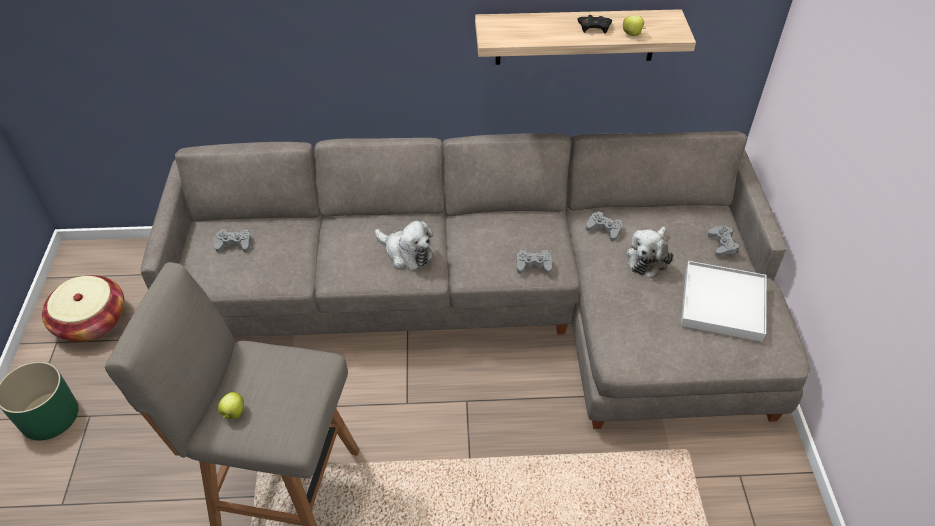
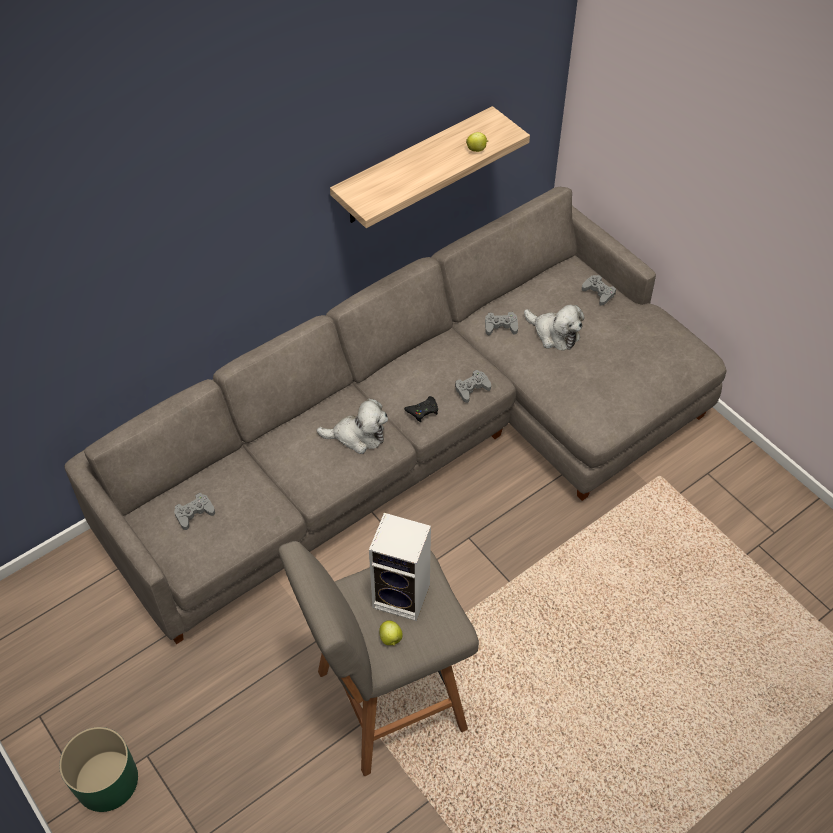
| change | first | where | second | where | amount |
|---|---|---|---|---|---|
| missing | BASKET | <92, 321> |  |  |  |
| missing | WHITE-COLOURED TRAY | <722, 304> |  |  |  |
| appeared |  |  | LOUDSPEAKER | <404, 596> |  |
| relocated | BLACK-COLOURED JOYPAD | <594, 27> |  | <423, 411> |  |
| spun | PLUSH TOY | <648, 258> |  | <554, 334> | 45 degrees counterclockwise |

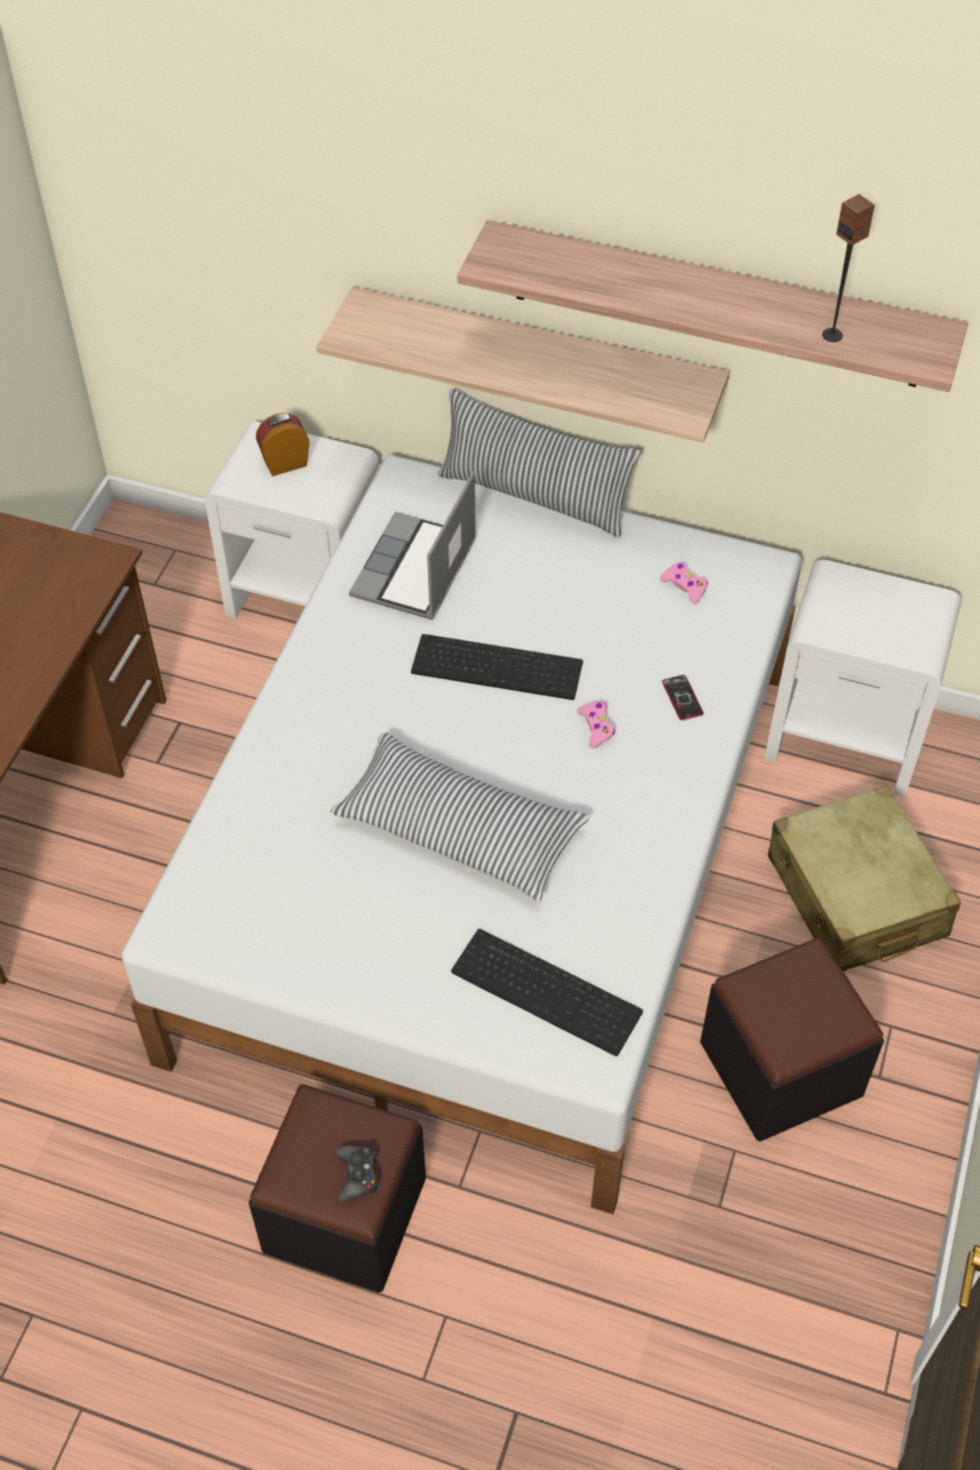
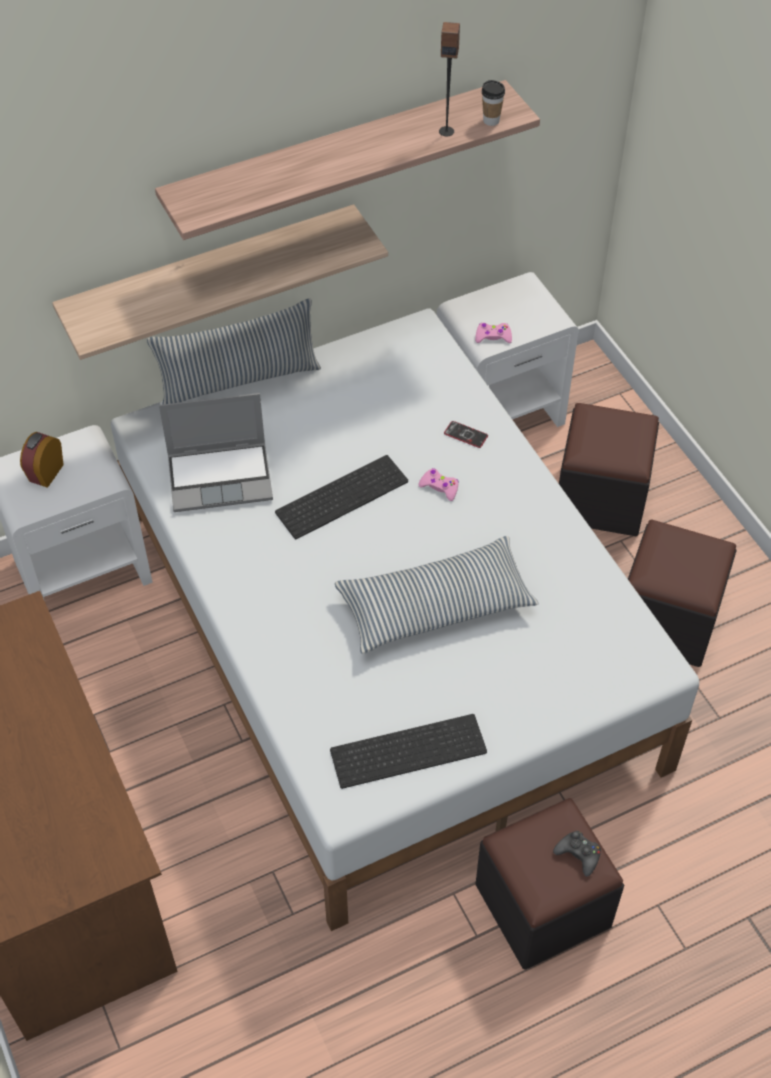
| change | first | where | second | where | amount |
|---|---|---|---|---|---|
| appeared |  |  | SMALL CUP | <491, 120> |  |
| relocated | COMPUTER KEYBOARD | <549, 990> |  | <409, 748> |  |
| relocated | PINK JOYPAD | <684, 586> |  | <493, 336> |  |
| exchanged | BEIGE-COLOURED TRAVEL CASE | <856, 897> | BLACK-COLOURED OTTOMAN | <601, 497> |  |
| spun | NOTEBOOK COMPUTER | <415, 571> |  | <221, 477> | 75 degrees counterclockwise |

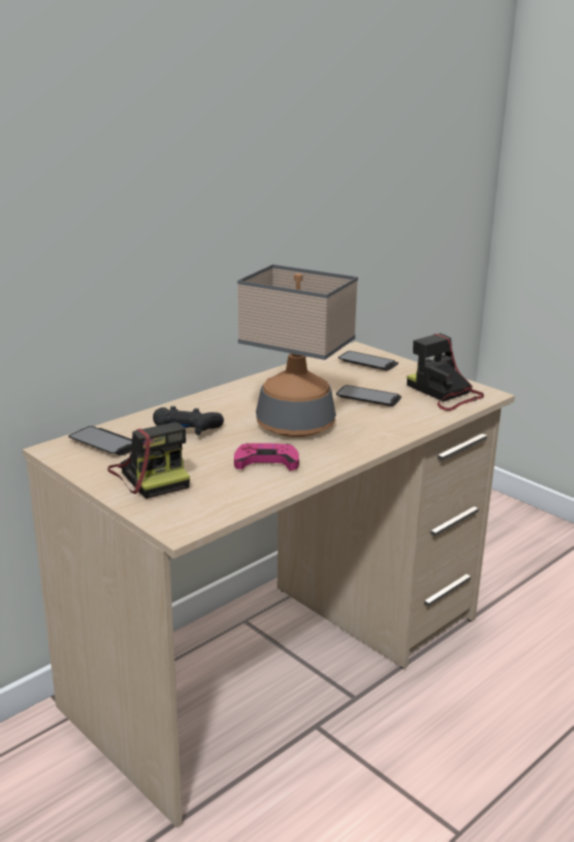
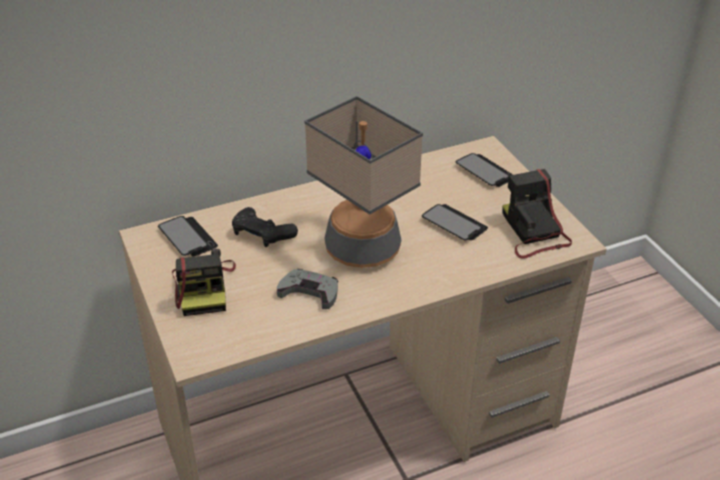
| change | first | where | second | where | amount |
|---|---|---|---|---|---|
| colour | PINK JOYPAD | <266, 462> | GREY JOYPAD | <309, 292> |  |

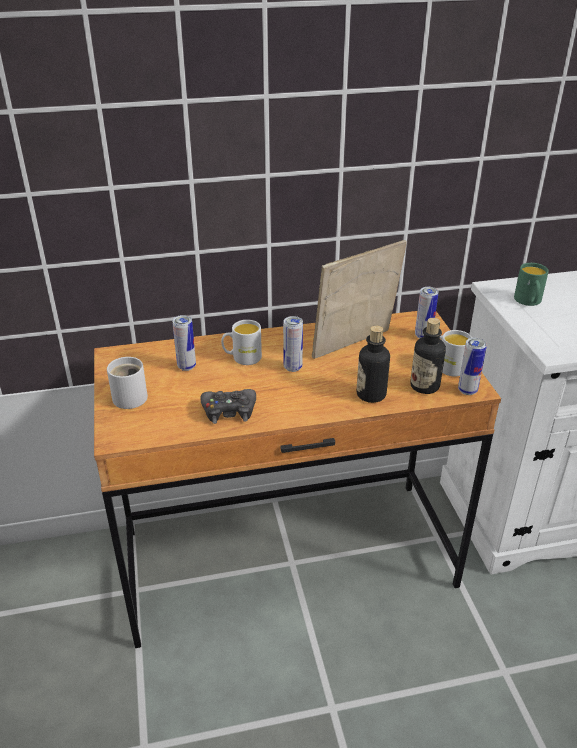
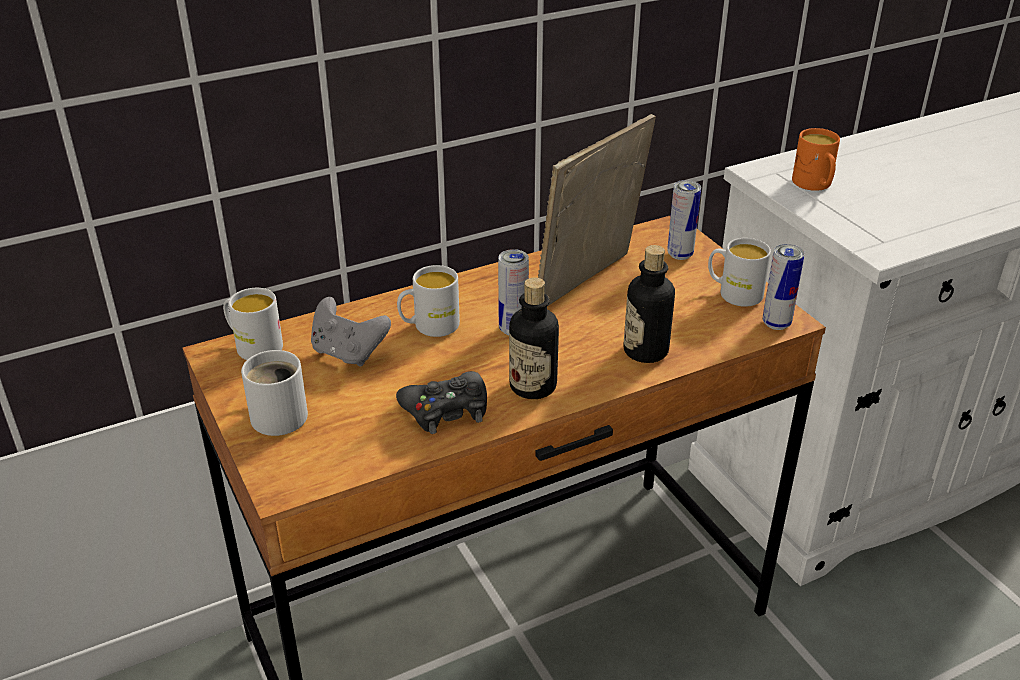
| change | first | where | second | where | amount |
|---|---|---|---|---|---|
| appeared |  |  | WHITE-COLOURED MUG | <253, 346> |  |
| relocated | DRINK BOTTLE | <424, 386> |  | <533, 386> |  |
| exchanged | SEALED CAN | <186, 366> | GREY JOYPAD | <348, 353> |  |
| colour | GREEN MUG | <528, 302> | ORANGE-COLOURED MUG | <815, 185> |  |

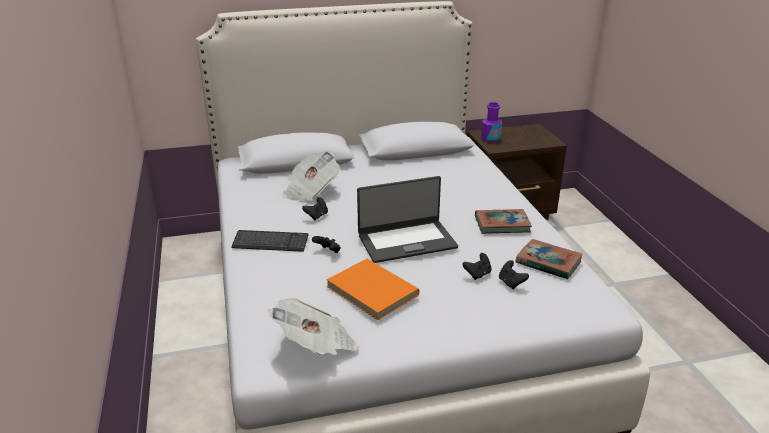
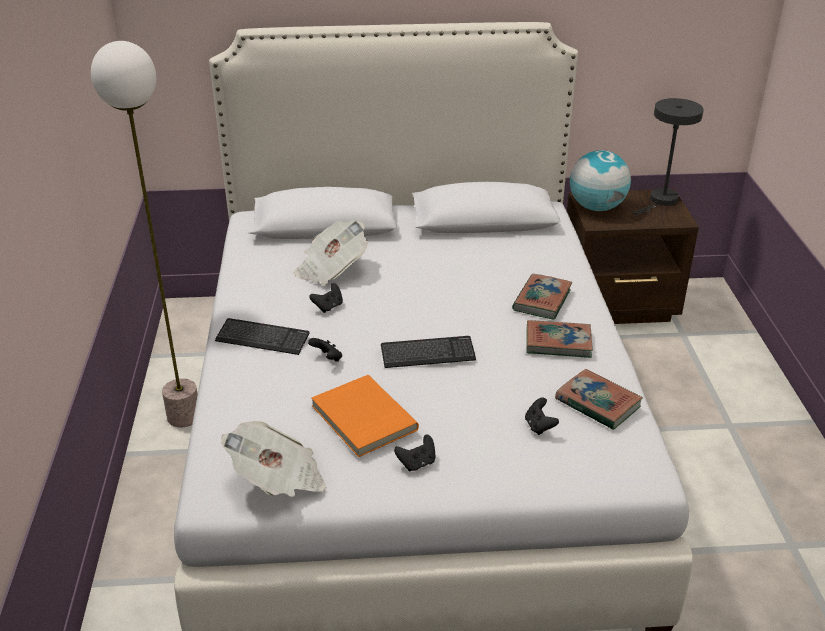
| change | first | where | second | where | amount |
|---|---|---|---|---|---|
| appeared |  |  | STANDING LAMP | <184, 416> |  |
| appeared |  |  | VOLUME | <542, 300> |  |
| appeared |  |  | GREY TABLE LAMP | <661, 201> |  |
| relocated | BLACK-COLOURED JOYPAD | <477, 274> |  | <417, 463> |  |
| exchanged | NOTEBOOK COMPUTER | <406, 241> | COMPUTER KEYBOARD | <427, 354> |  |
| exchanged | PURPLE DRINK BOTTLE | <490, 138> | GLOBE | <596, 207> |  |

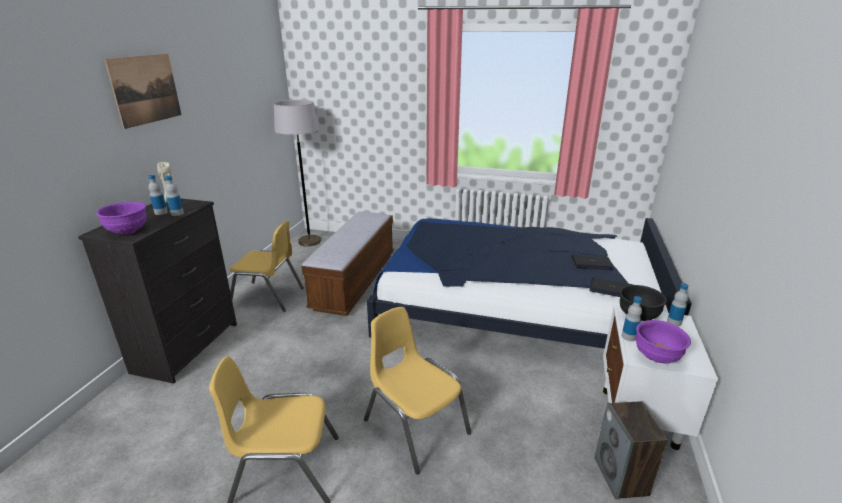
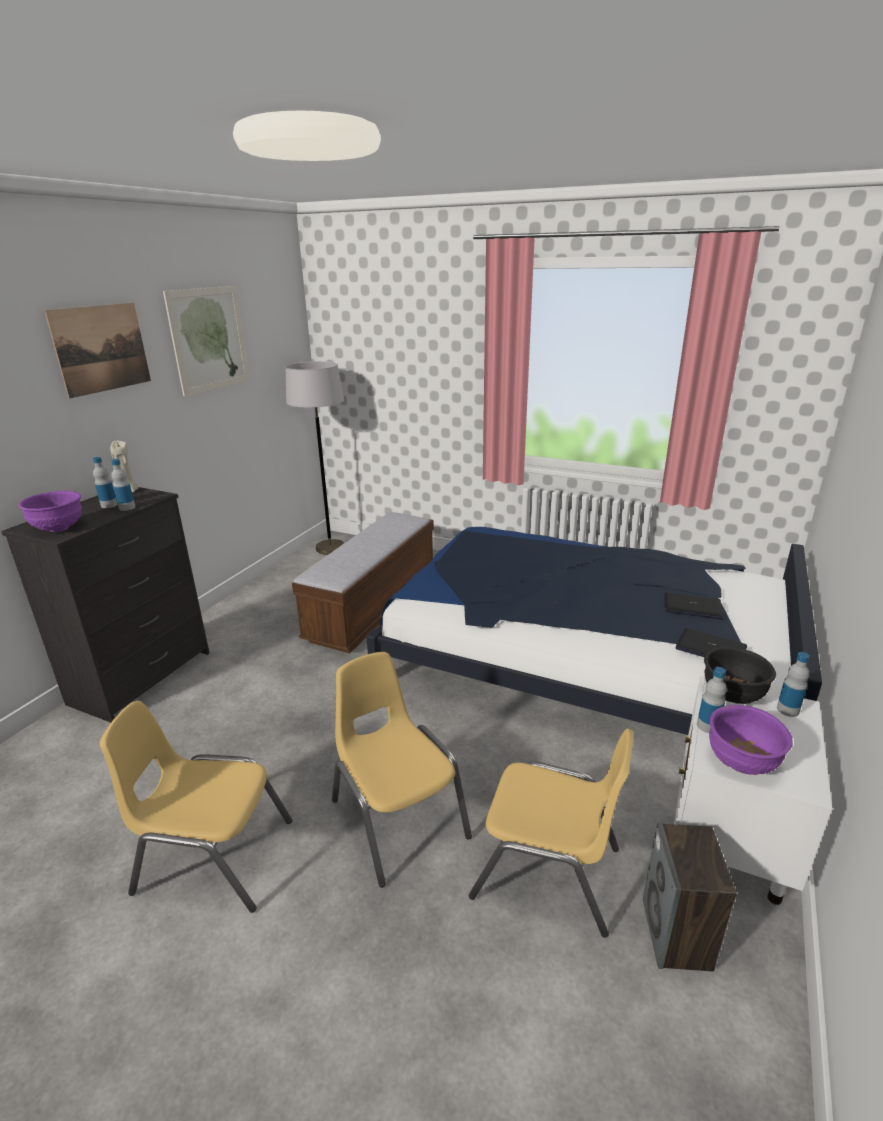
| change | first | where | second | where | amount |
|---|---|---|---|---|---|
| appeared |  |  | WALL ART | <209, 339> |  |
| relocated | YELLOW-COLOURED UPRIGHT CHAIR | <268, 297> |  | <547, 872> |  |

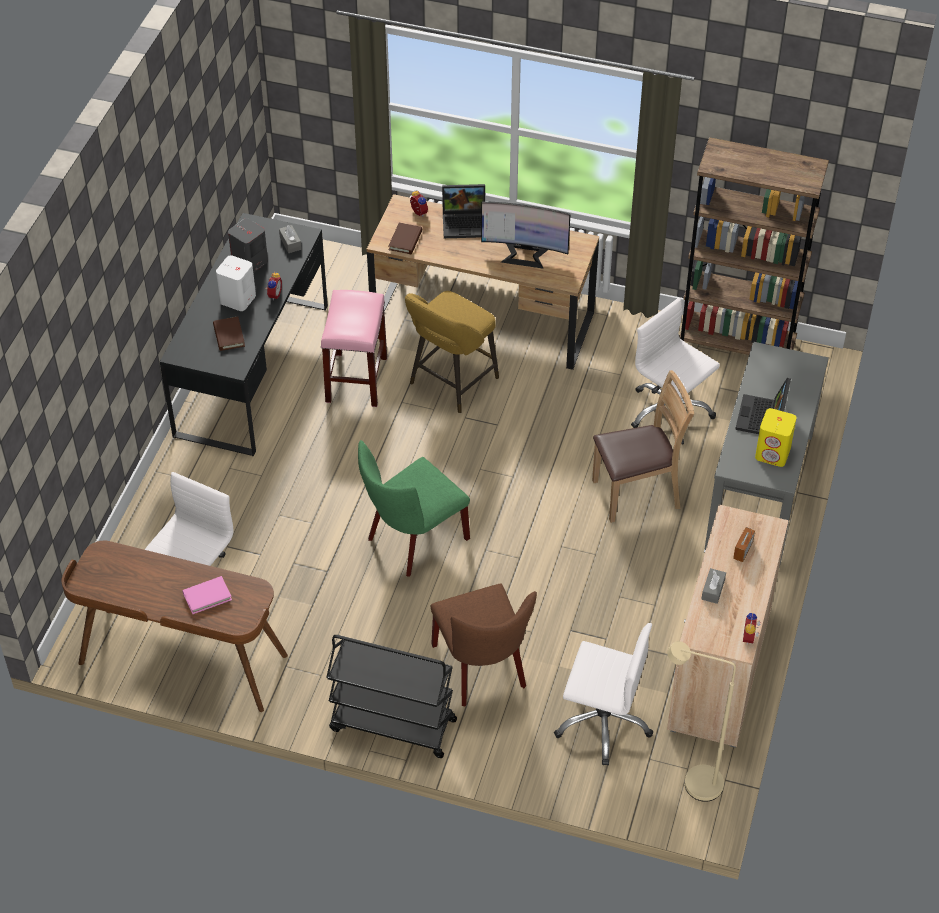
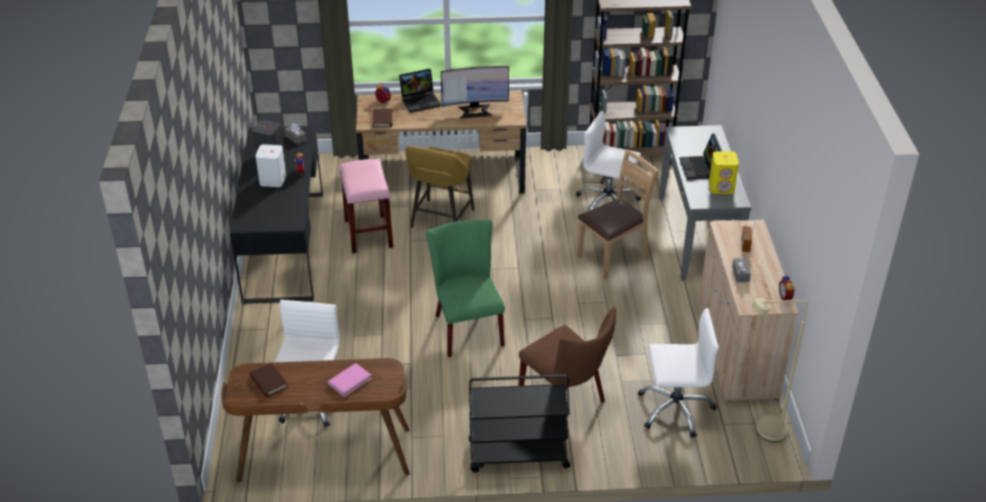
| change | first | where | second | where | amount |
|---|---|---|---|---|---|
| relocated | BROWN-COLOURED VOLUME | <229, 335> |  | <268, 382> |  |
| spun | GREEN UPRIGHT CHAIR | <412, 541> |  | <466, 327> | 135 degrees clockwise |

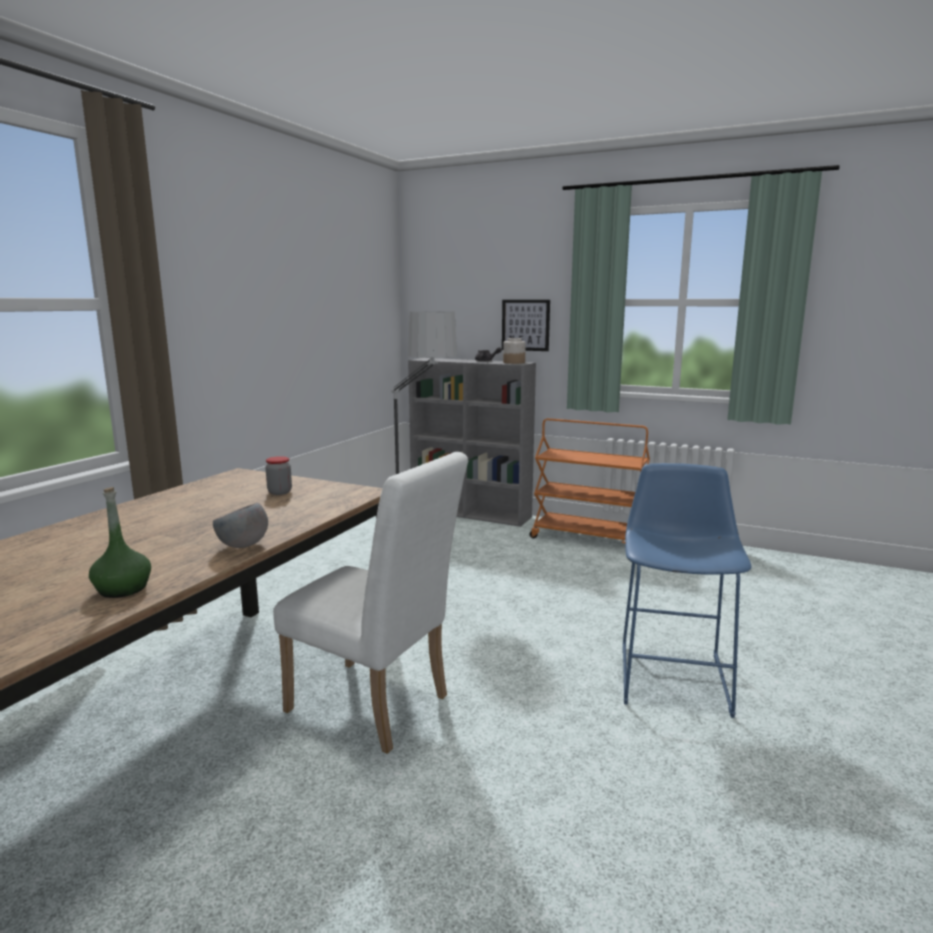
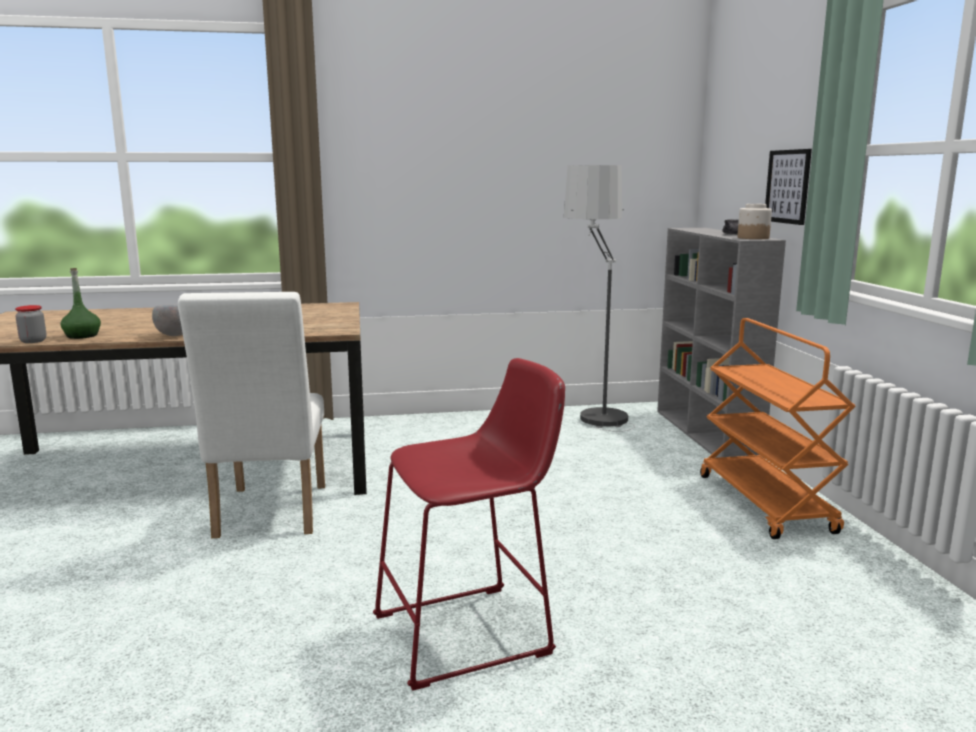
| change | first | where | second | where | amount |
|---|---|---|---|---|---|
| relocated | PRESERVE JAR | <280, 492> |  | <33, 341> |  |
| colour | BLUISH STOOL | <673, 674> | REDDISH STOOL | <471, 633> |  |

